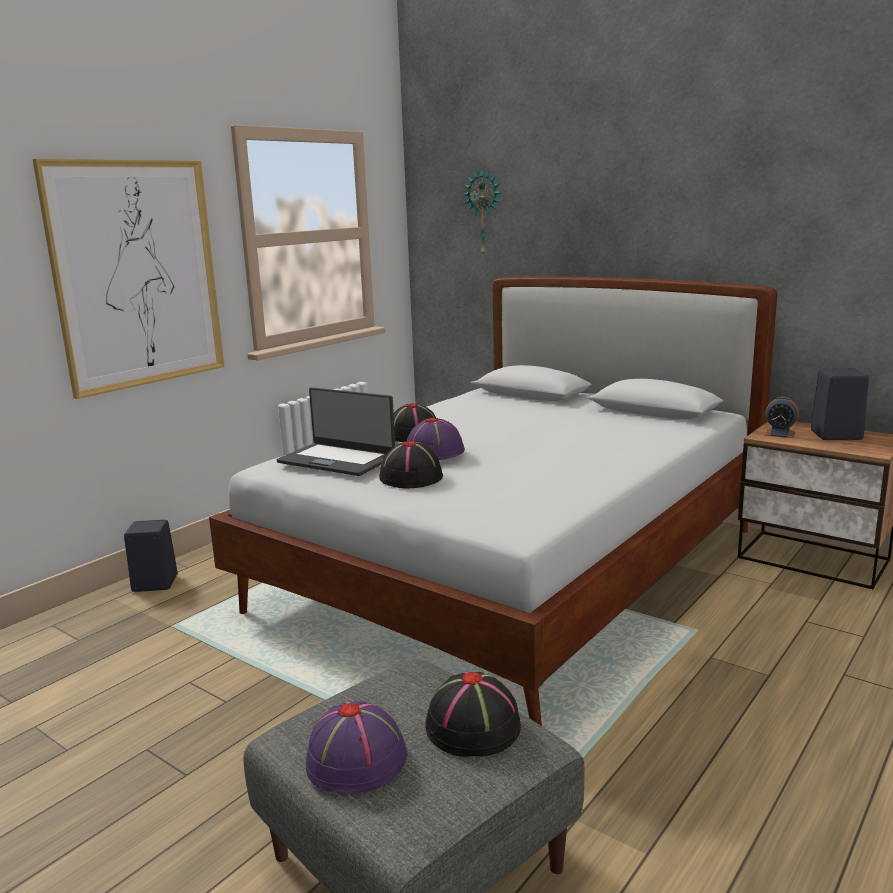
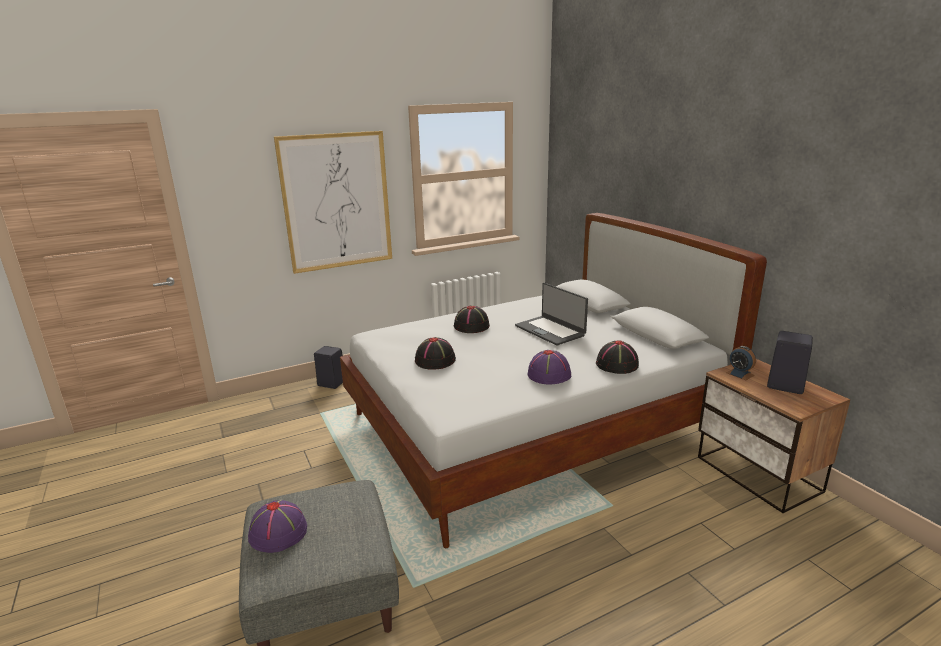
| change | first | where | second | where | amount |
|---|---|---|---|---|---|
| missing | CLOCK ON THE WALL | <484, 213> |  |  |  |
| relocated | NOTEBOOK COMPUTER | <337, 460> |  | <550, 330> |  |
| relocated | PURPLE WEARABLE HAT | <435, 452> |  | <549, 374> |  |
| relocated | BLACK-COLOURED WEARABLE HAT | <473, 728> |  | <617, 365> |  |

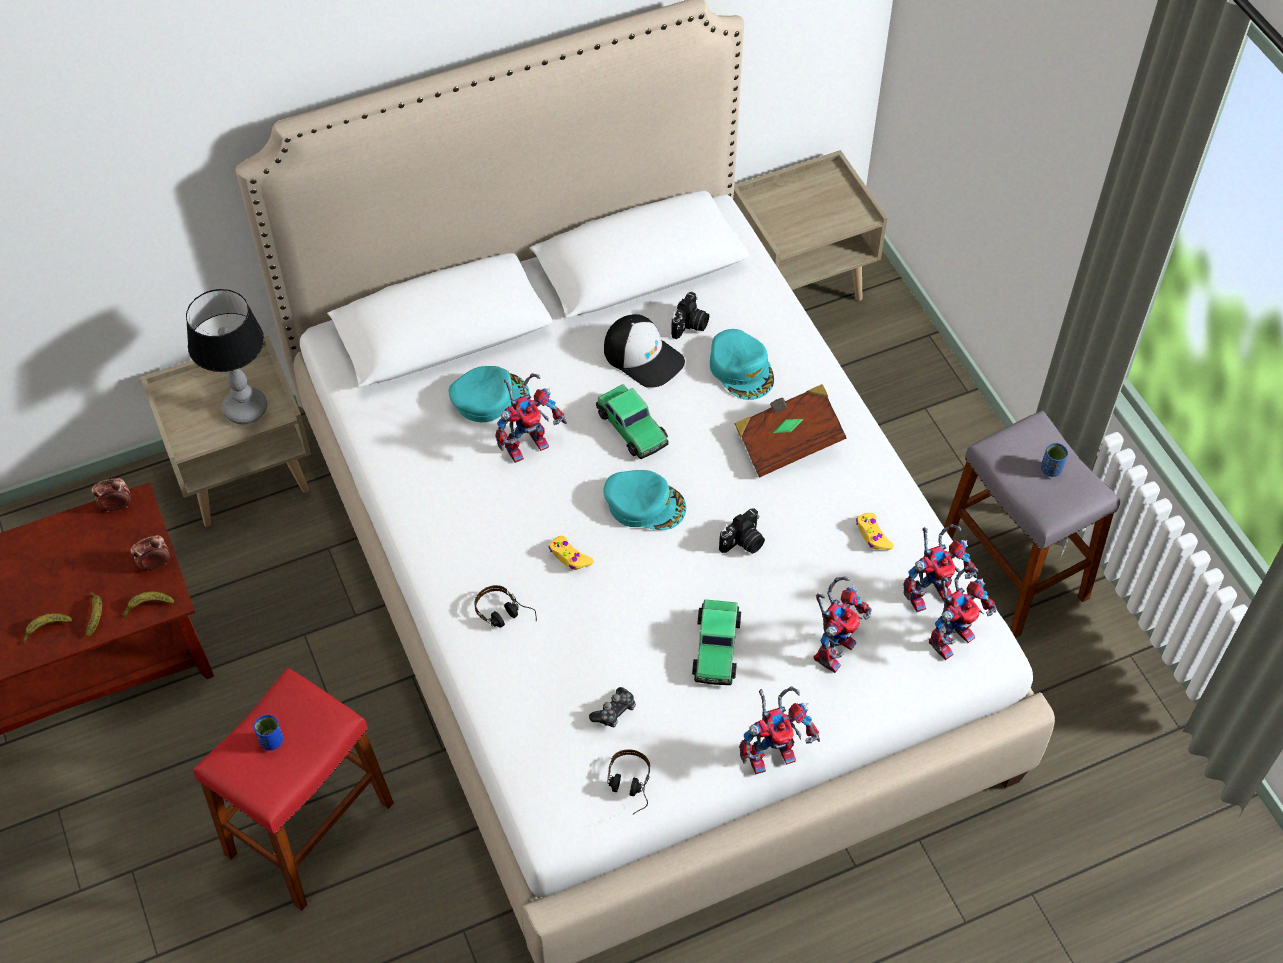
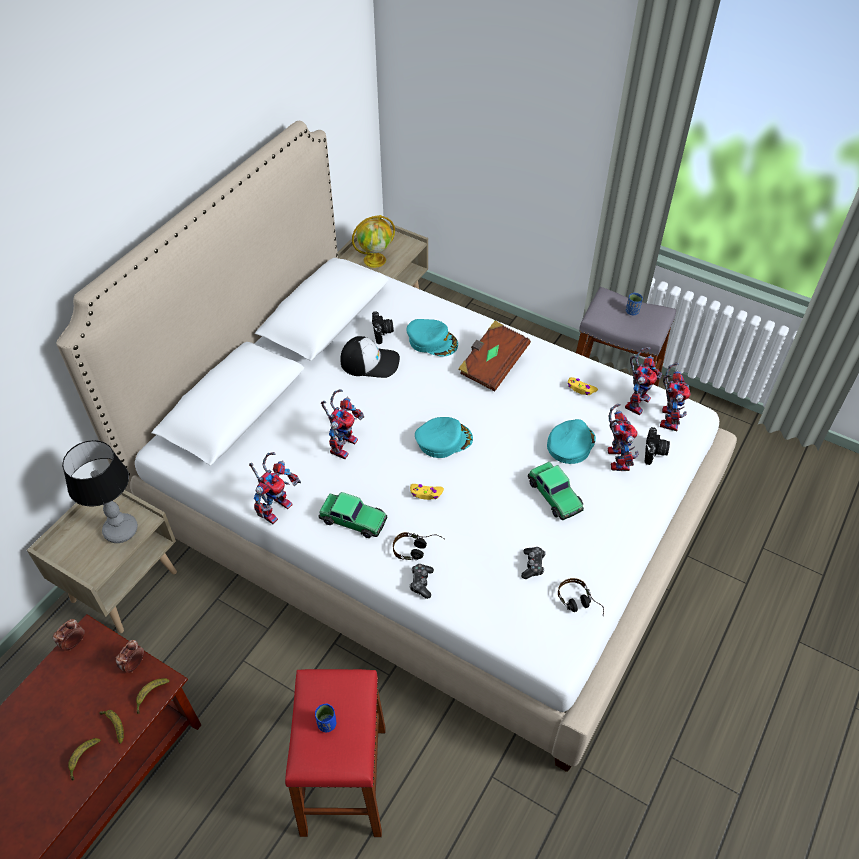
| change | first | where | second | where | amount |
|---|---|---|---|---|---|
| appeared |  |  | GLOBE | <375, 260> |  |
| appeared |  |  | JOYPAD | <421, 583> |  |
| relocated | TURQUOISE-COLOURED CAP | <489, 397> |  | <570, 444> |  |
| relocated | TOY CAR | <632, 428> |  | <353, 520> |  |
| relocated | STILL CAMERA | <743, 543> |  | <654, 452> |  |
| relocated | TOY ROBOT | <773, 751> |  | <276, 506> |  |

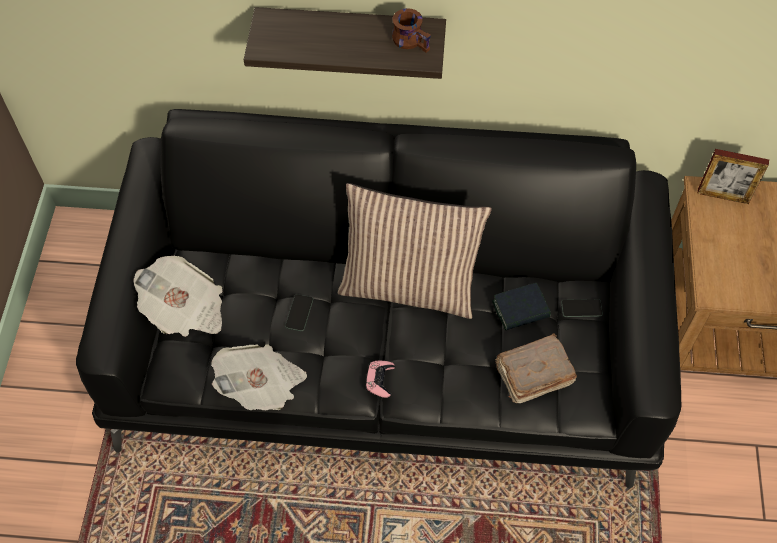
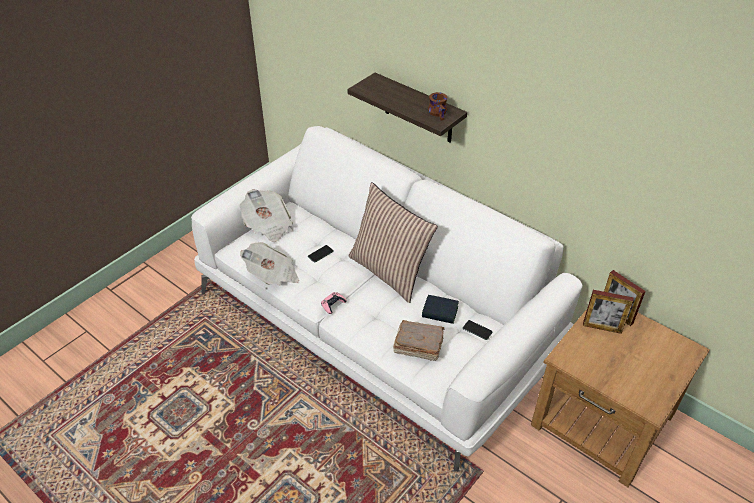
| change | first | where | second | where | amount |
|---|---|---|---|---|---|
| appeared |  |  | PICTURE FRAME | <602, 327> |  |
| colour | BLACK-COLOURED COUCH | <388, 348> | WHITE-COLOURED COUCH | <376, 322> |  |

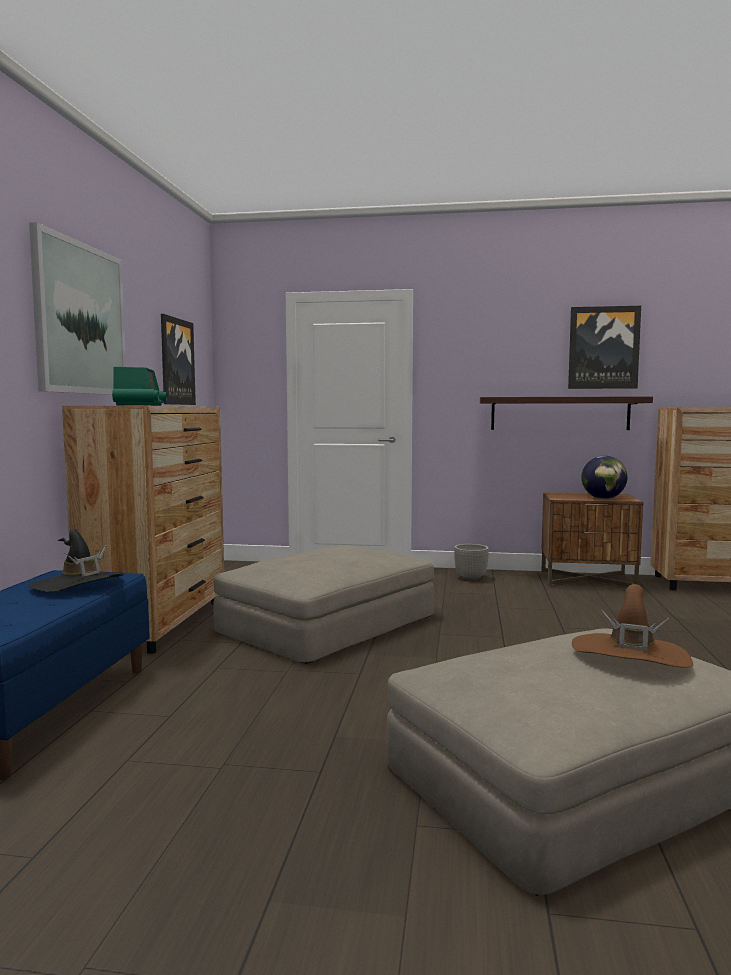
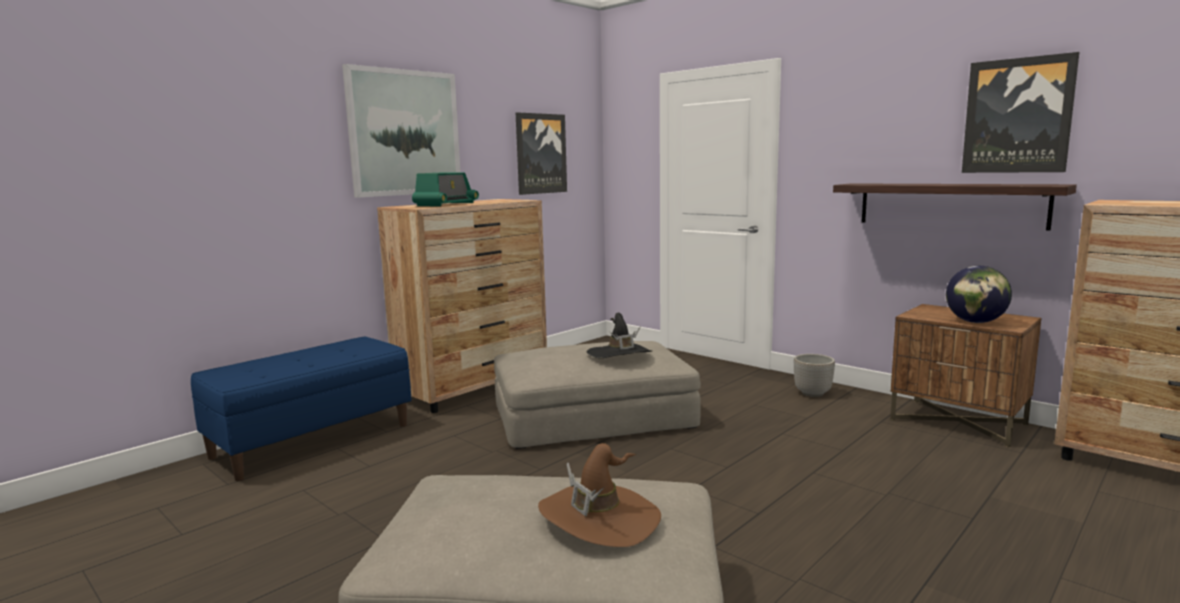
| change | first | where | second | where | amount |
|---|---|---|---|---|---|
| relocated | BLACK-COLOURED WEARABLE HAT | <78, 585> |  | <619, 354> |  |

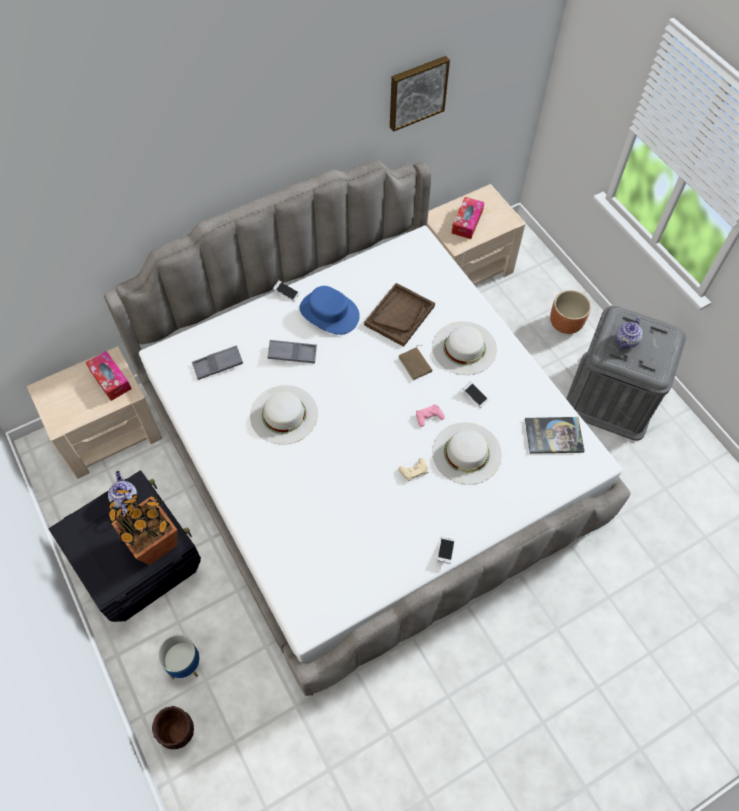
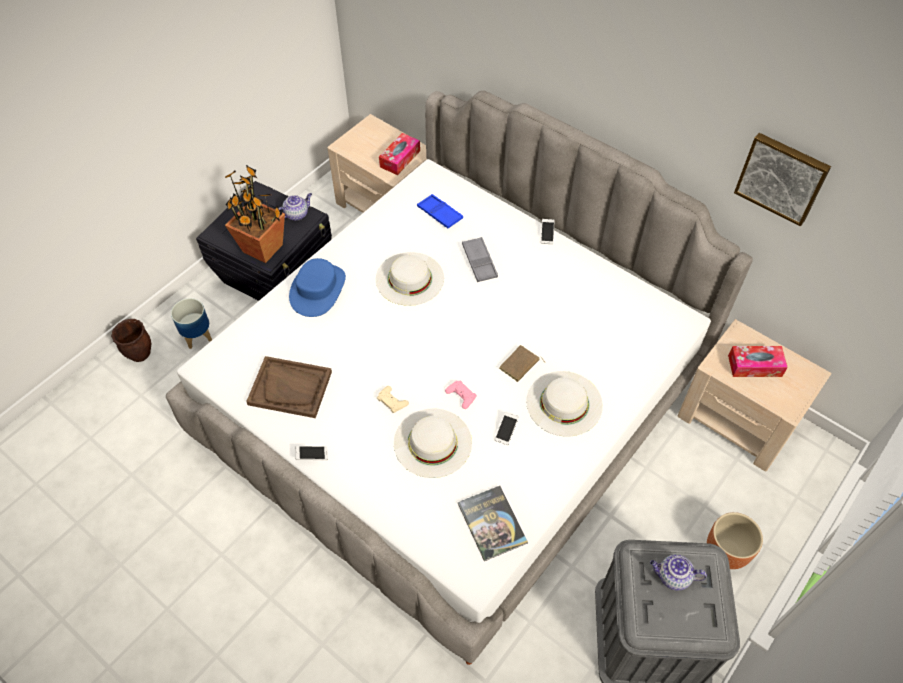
| change | first | where | second | where | amount |
|---|---|---|---|---|---|
| relocated | BLUISH WEARABLE HAT | <329, 313> |  | <317, 290> |  |
| relocated | BROWN-COLOURED TRAY | <399, 315> |  | <290, 388> |  |
| colour | GREY TRAY | <218, 365> | BLUISH TRAY | <439, 214> |  |

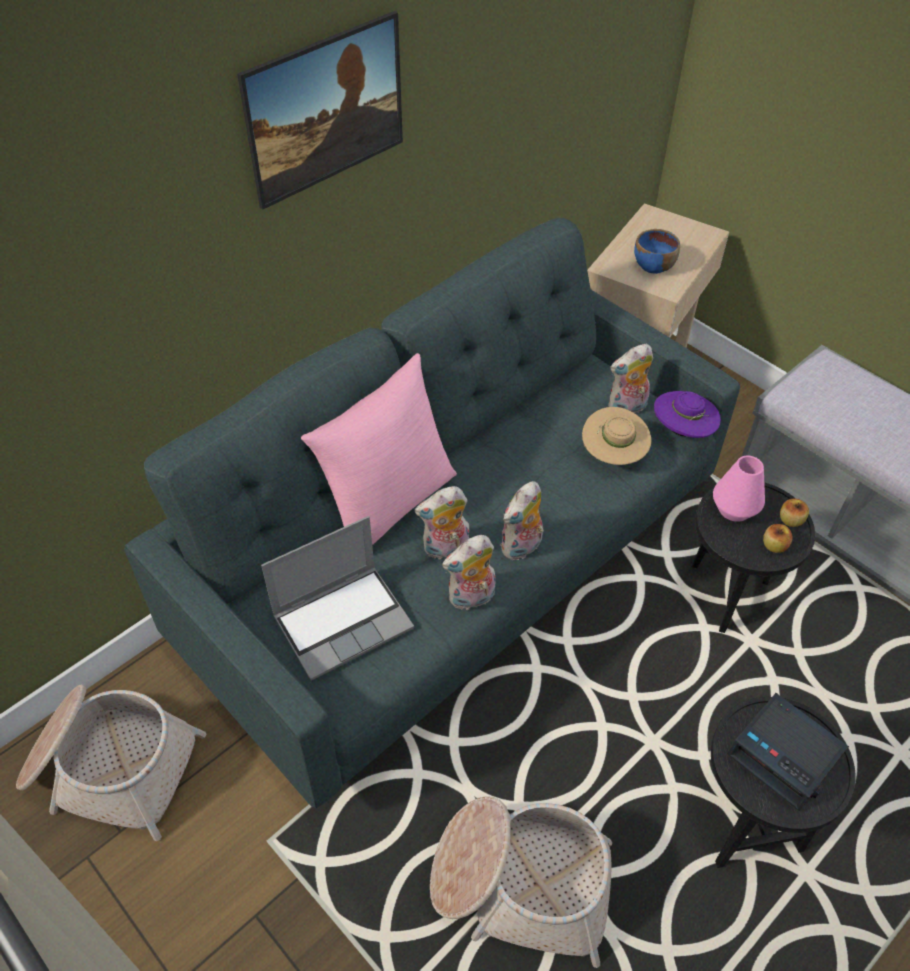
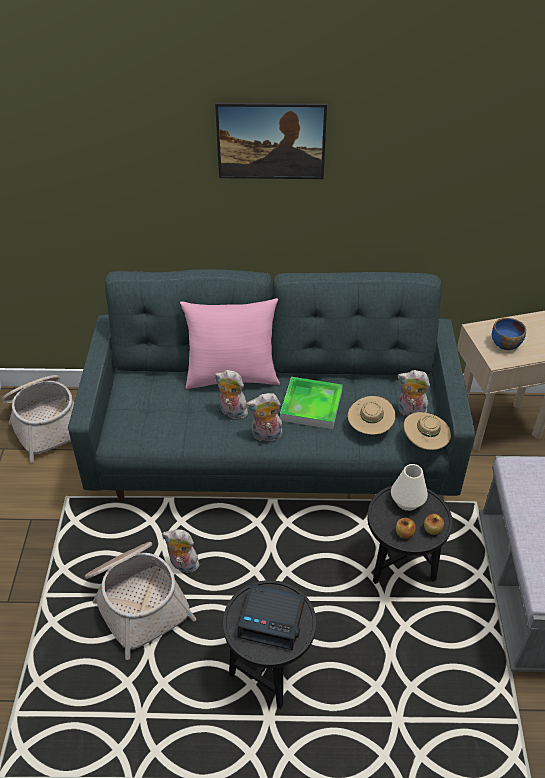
| change | first | where | second | where | amount |
|---|---|---|---|---|---|
| missing | NOTEBOOK COMPUTER | <344, 621> |  |  |  |
| appeared |  |  | TRAY | <311, 406> |  |
| relocated | PLUSH TOY | <471, 599> |  | <182, 565> |  |
| colour | PURPLE WEARABLE HAT | <682, 431> | BEIGE-COLOURED WEARABLE HAT | <424, 443> |  |
| colour | PINK VASE | <734, 509> | WHITE-COLOURED VASE | <407, 501> |  |
| spun | TABLE CLOCK | <785, 755> |  | <272, 620> | 75 degrees counterclockwise |

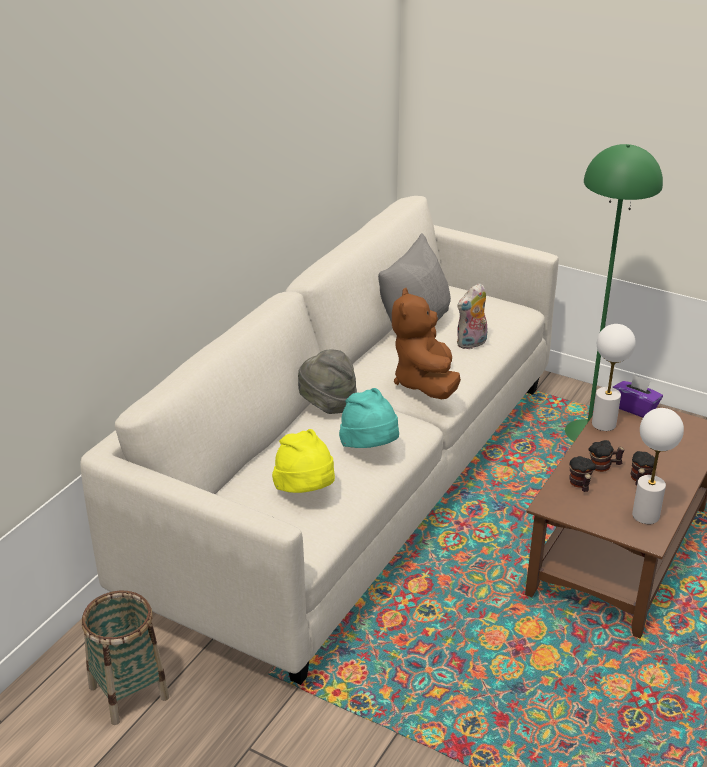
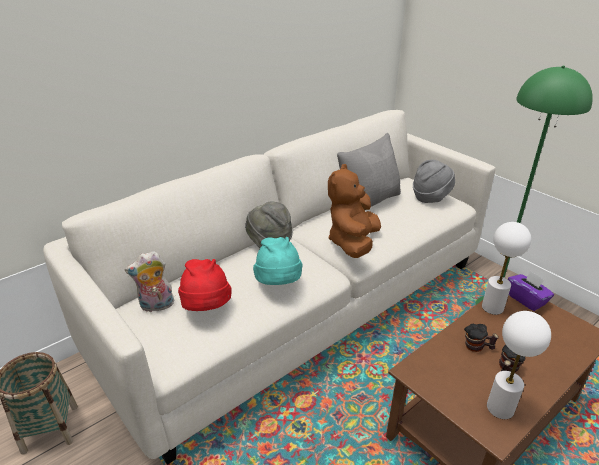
| change | first | where | second | where | amount |
|---|---|---|---|---|---|
| missing | MUG | <580, 485> |  |  |  |
| appeared |  |  | GREY WEARABLE HAT | <431, 197> |  |
| relocated | PLUSH TOY | <472, 344> |  | <156, 306> |  |
| colour | YELLOW-COLOURED WEARABLE HAT | <306, 491> | REDDISH WEARABLE HAT | <206, 308> |  |

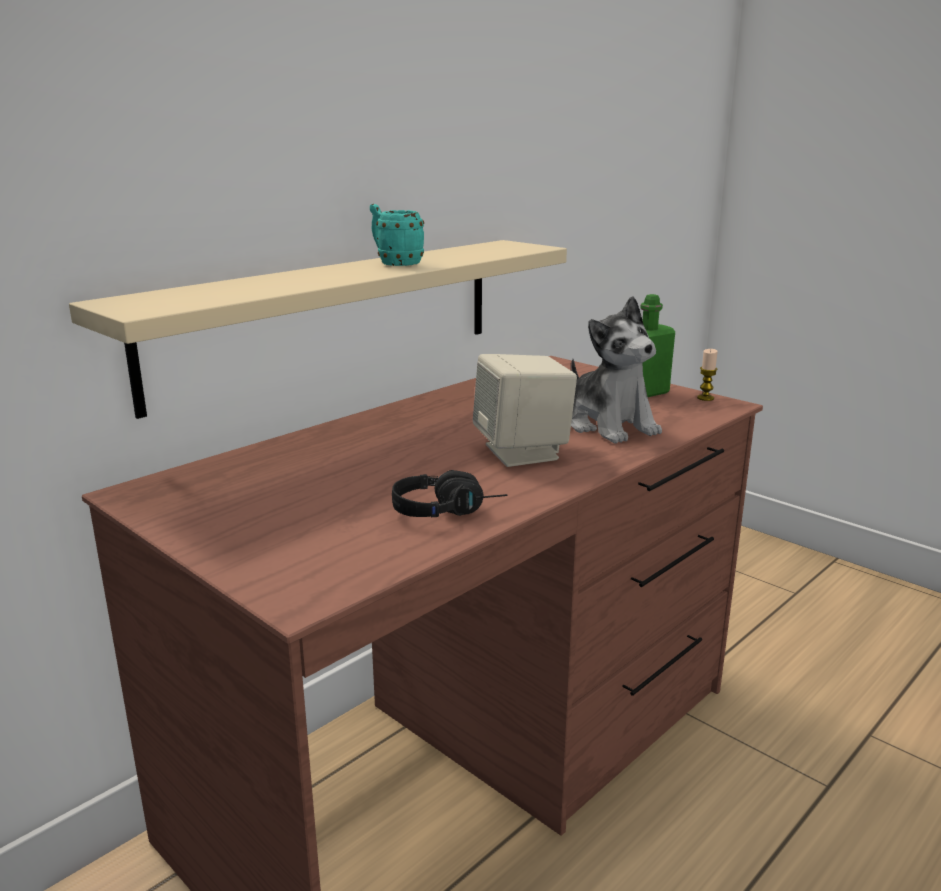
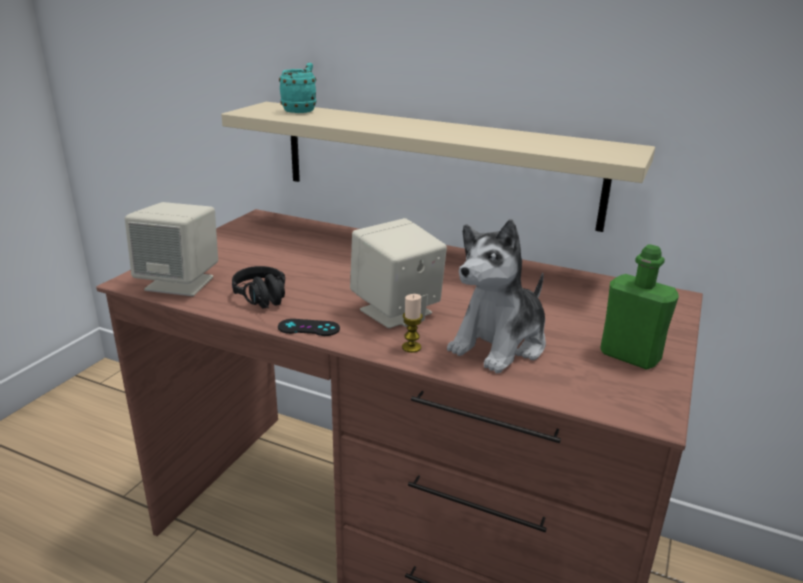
| change | first | where | second | where | amount |
|---|---|---|---|---|---|
| appeared |  |  | BEIGE-COLOURED LOUDSPEAKER | <181, 283> |  |
| appeared |  |  | BLACK-COLOURED JOYPAD | <308, 328> |  |
| relocated | TURQUOISE-COLOURED MUG | <395, 263> |  | <302, 110> |  |
| relocated | CANDLE | <705, 398> |  | <411, 347> |  |

